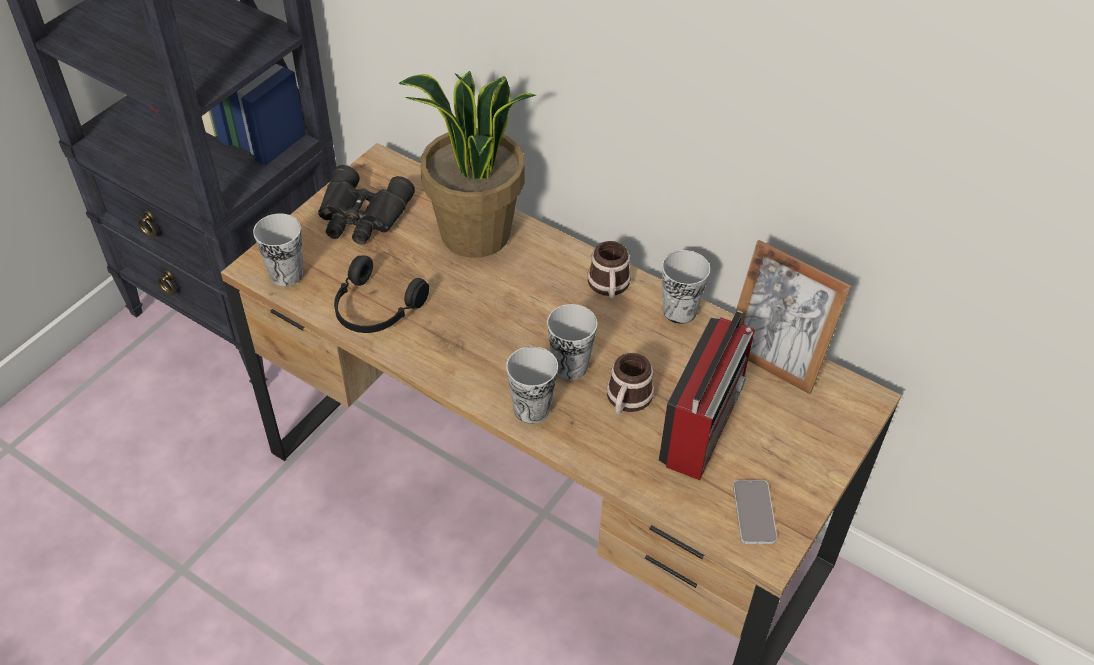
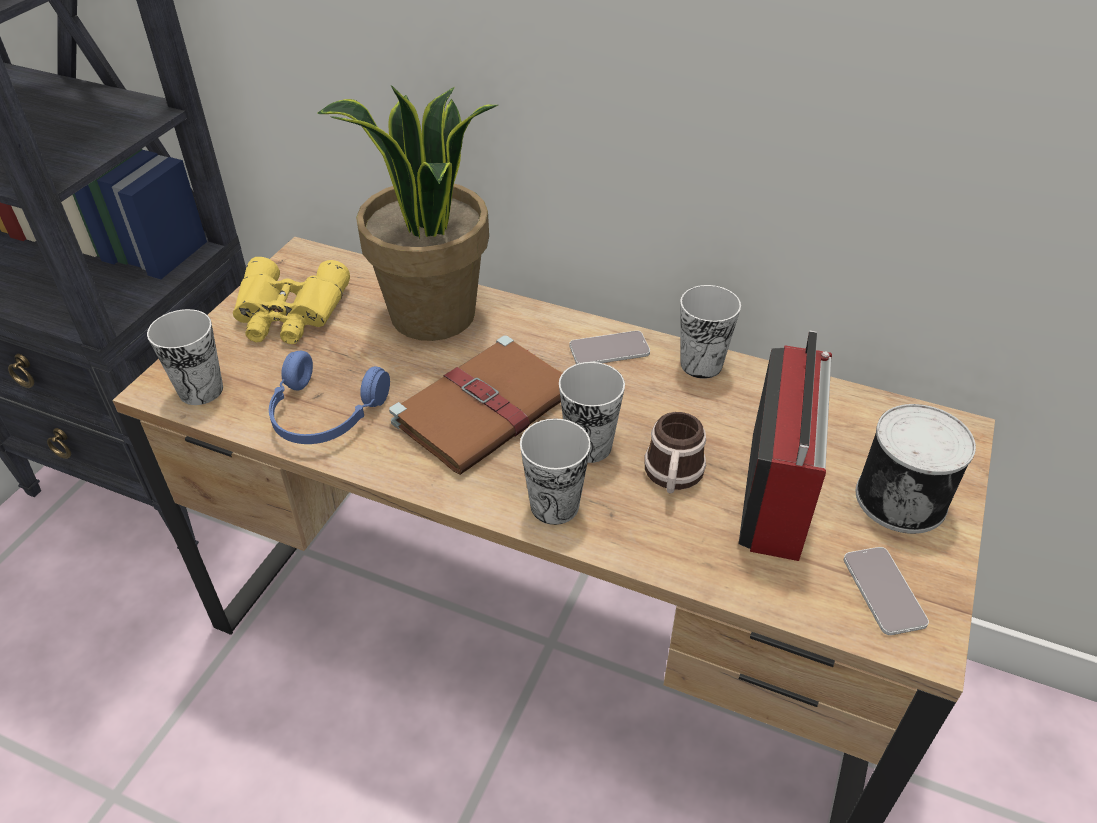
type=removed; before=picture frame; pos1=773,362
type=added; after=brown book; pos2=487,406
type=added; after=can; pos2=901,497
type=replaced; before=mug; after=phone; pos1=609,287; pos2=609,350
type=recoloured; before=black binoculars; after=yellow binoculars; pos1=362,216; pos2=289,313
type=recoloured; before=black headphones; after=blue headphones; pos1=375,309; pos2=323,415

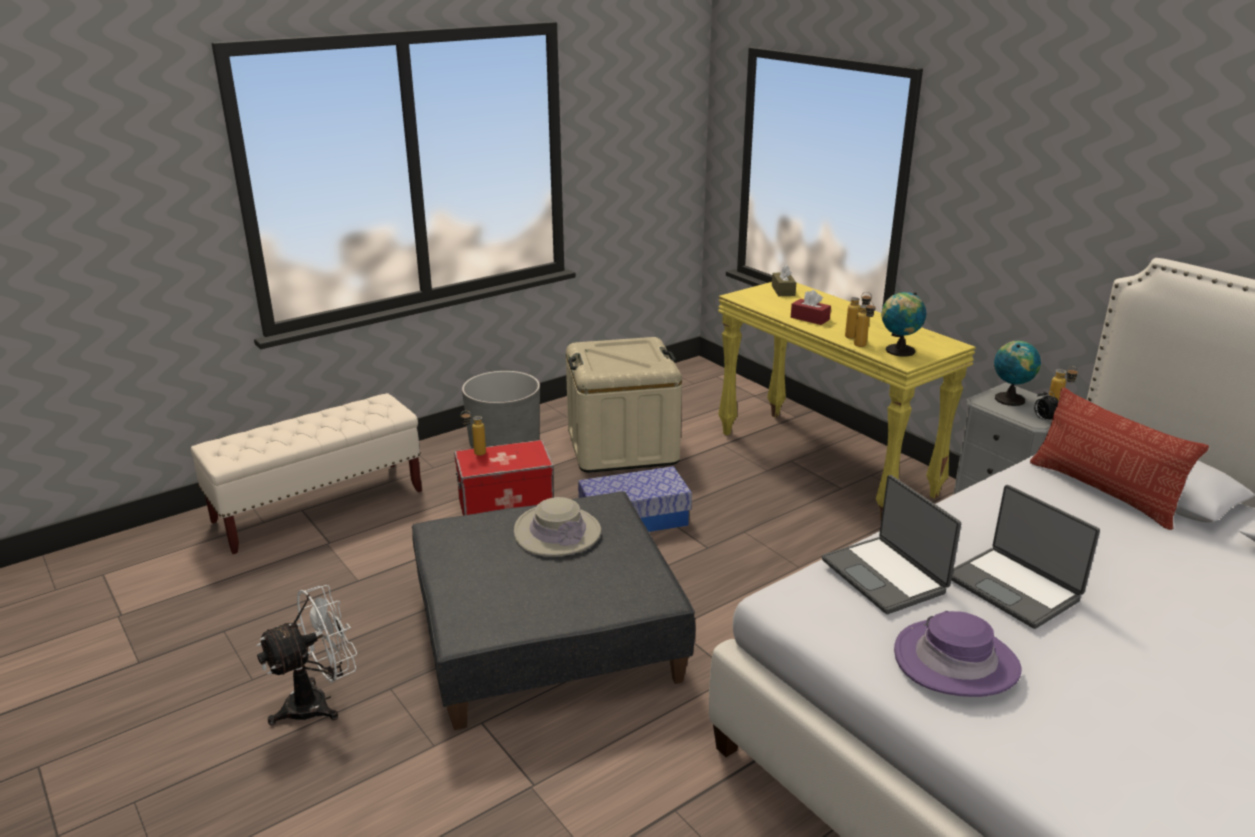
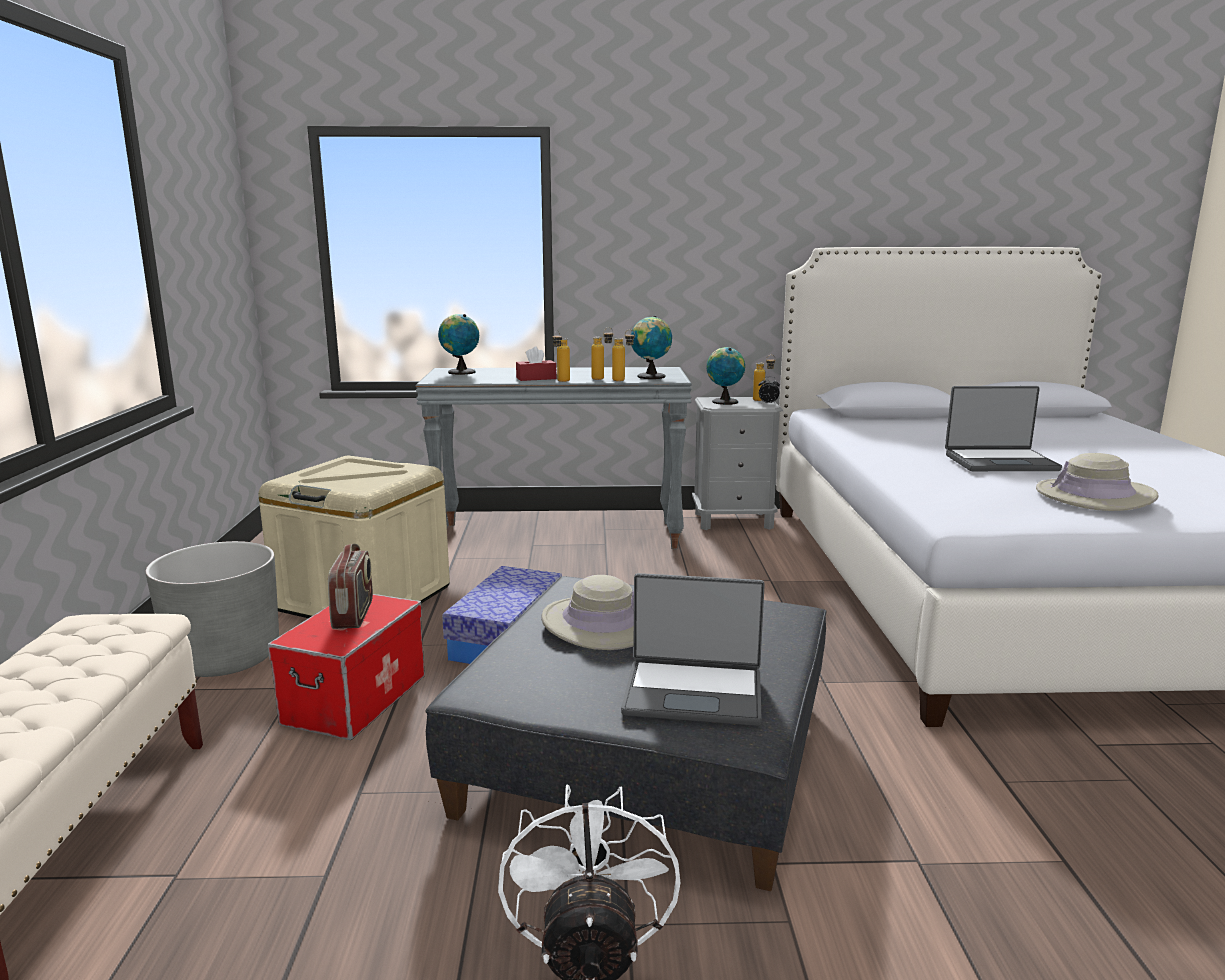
type=removed; before=pillow; pos1=1103,491
type=added; after=radio; pos2=354,614
type=moved; before=bottle; pos1=475,453; pos2=561,381
type=moved; before=laptop; pos1=885,575; pos2=693,693
type=replaced; before=brown tissue box; after=globe; pos1=783,291; pos2=460,372
type=recoloured; before=yellow console table; after=grey console table; pos1=826,463; pos2=559,535
type=recoloured; before=purple hat; after=beige hat; pos1=956,661; pos2=1094,496

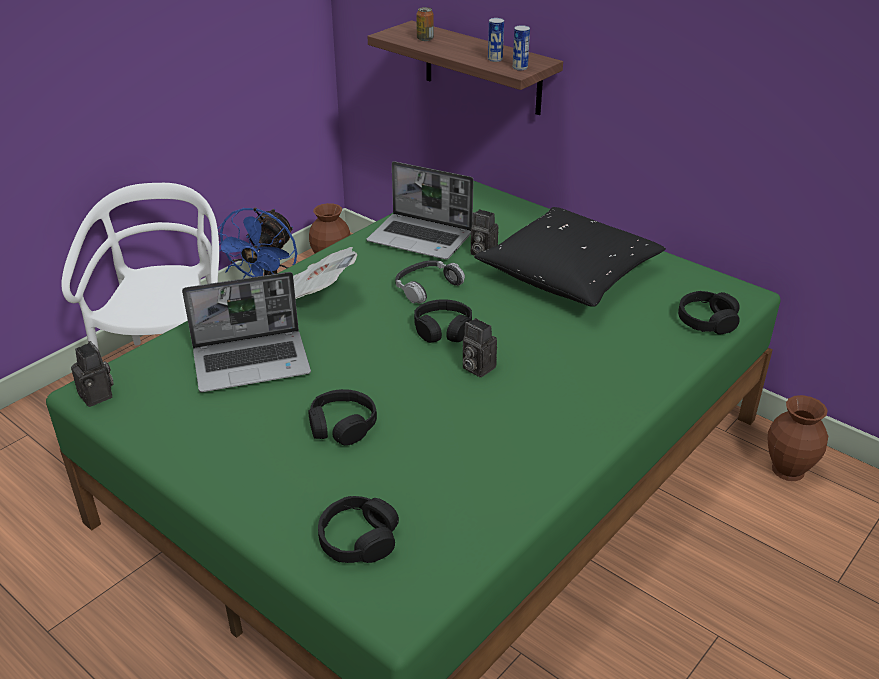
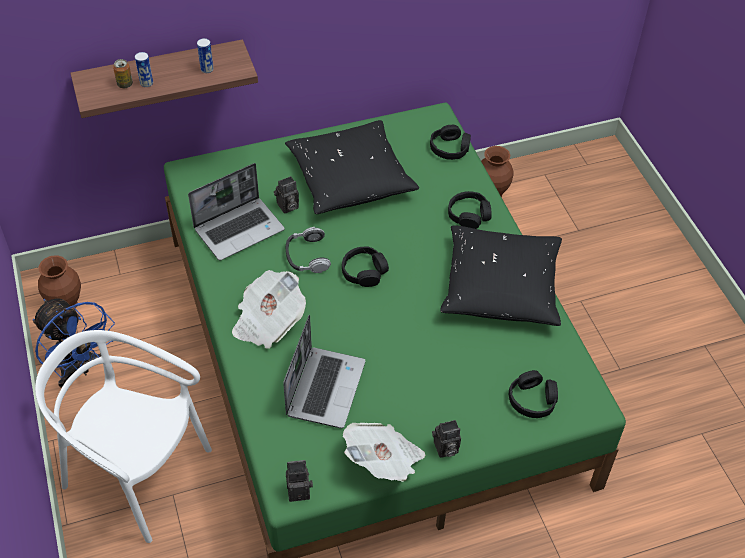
type=added; after=newspaper; pos2=384,461
type=added; after=black pillow; pos2=501,286
type=moved; before=black headphones; pos1=342,425; pos2=469,215
type=moved; before=photo camera; pos1=476,367; pos2=445,449
type=moved; before=can; pos1=520,68; pos2=146,83

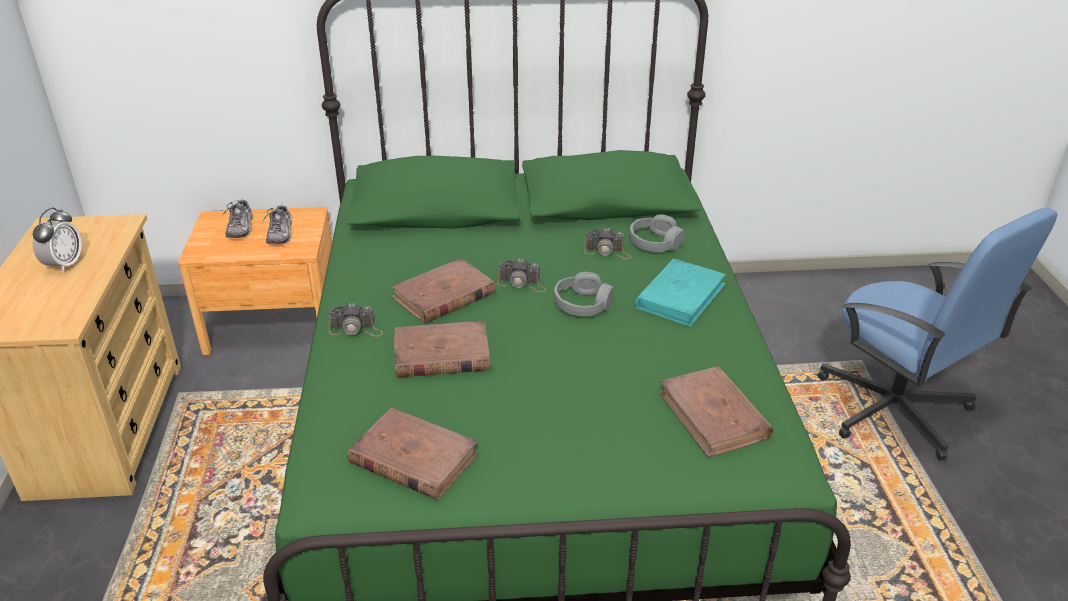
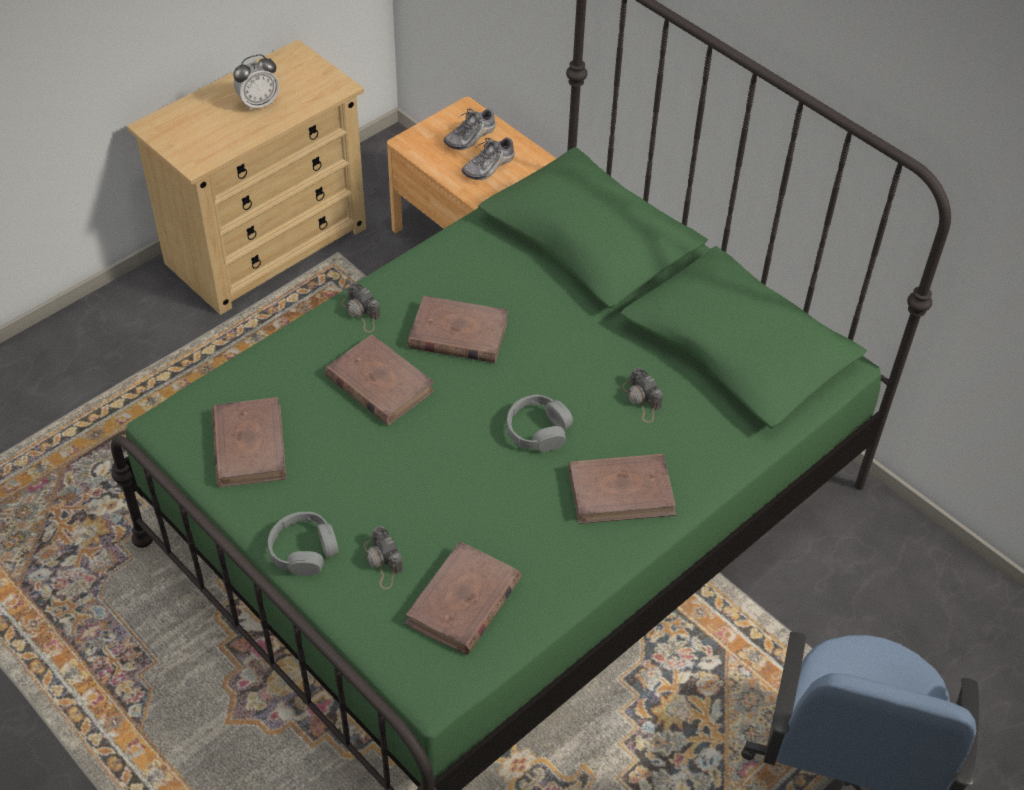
type=moved; before=photo camera; pos1=522,283; pos2=383,562
type=moved; before=grey headphones; pos1=655,242; pos2=304,550
type=recoloured; before=turquoise book; after=brown book; pos1=680,296; pos2=621,492

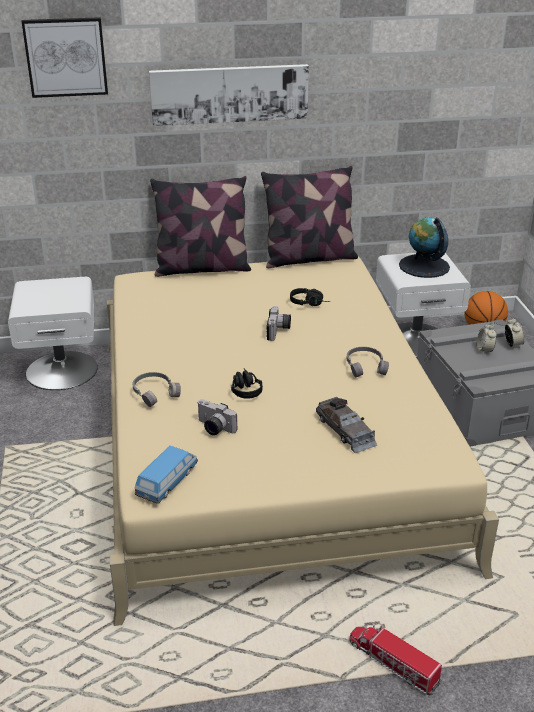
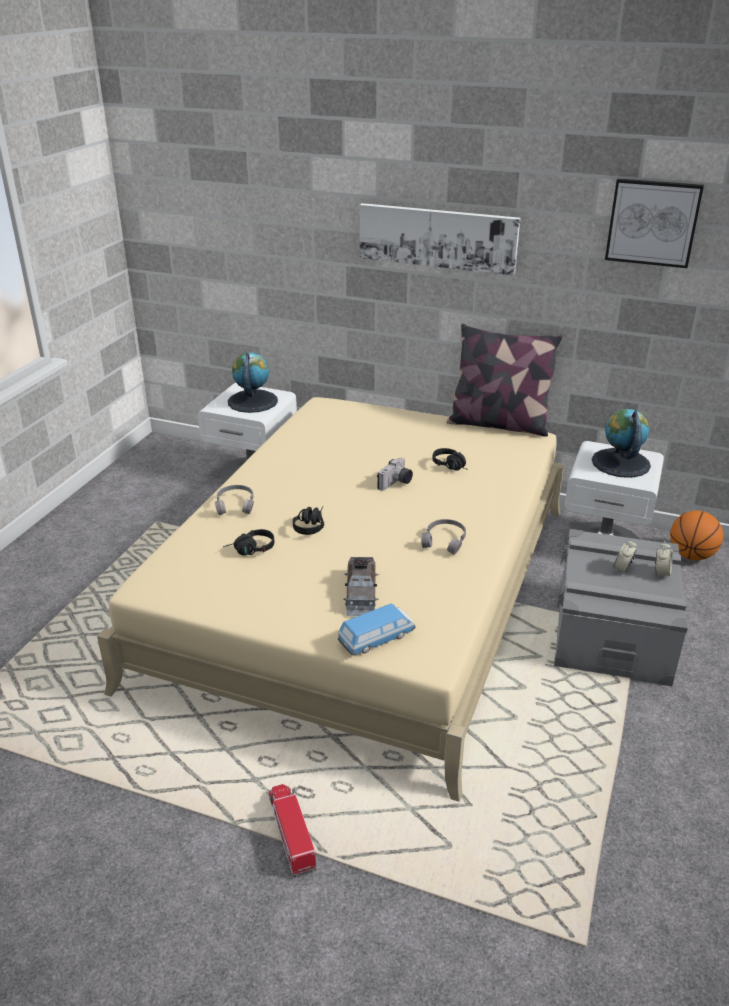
type=removed; before=pillow; pos1=202,268
type=added; after=globe; pos2=252,401
type=moved; before=picture; pos1=66,57; pos2=652,222
type=moved; before=toy car; pos1=167,482; pos2=377,639
type=replaced; before=photo camera; after=black headphones; pos1=213,428; pos2=250,550

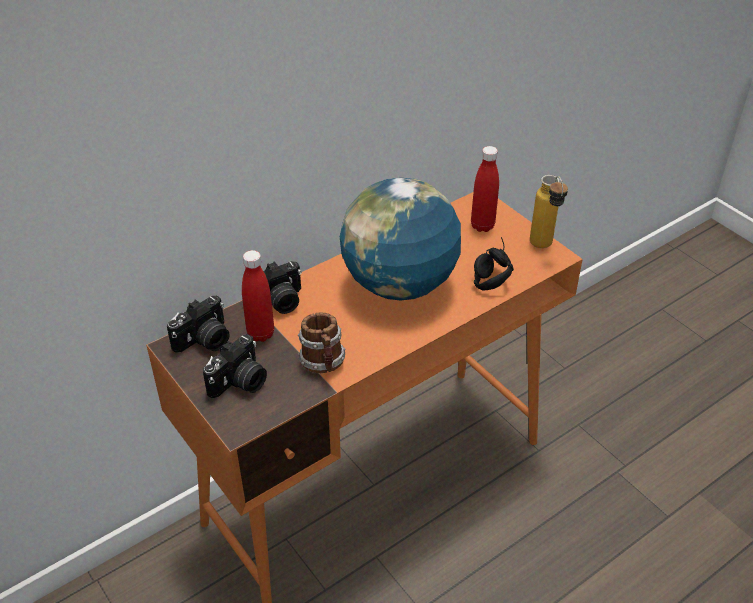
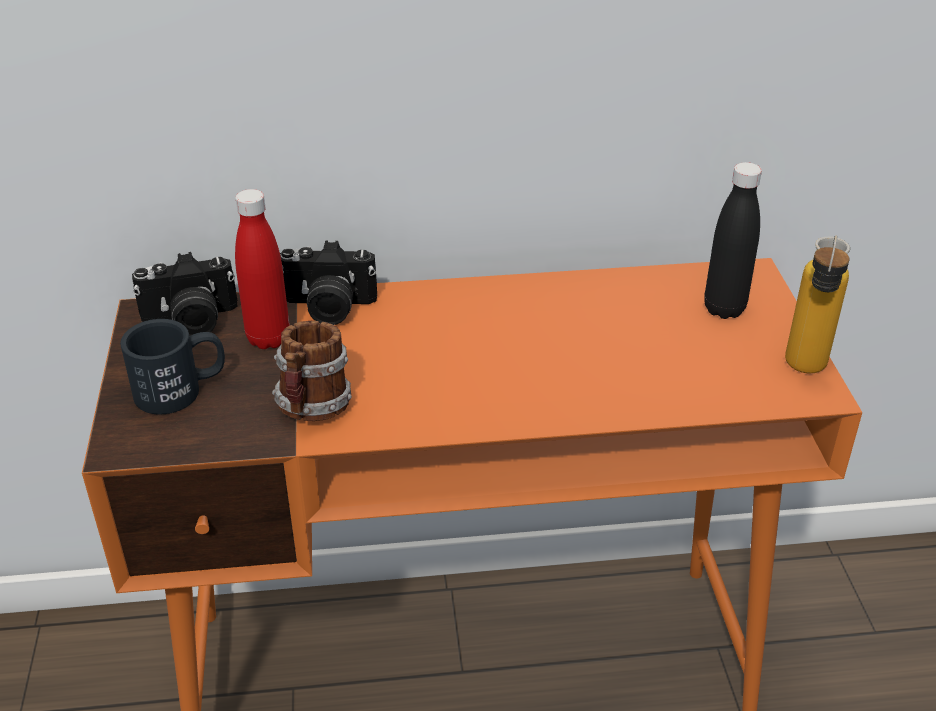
type=removed; before=globe; pos1=399,284
type=removed; before=black headphones; pos1=489,269
type=replaced; before=photo camera; after=black mug; pos1=240,383; pos2=181,389
type=recoloured; before=red bottle; after=black bottle; pos1=482,226; pos2=724,309

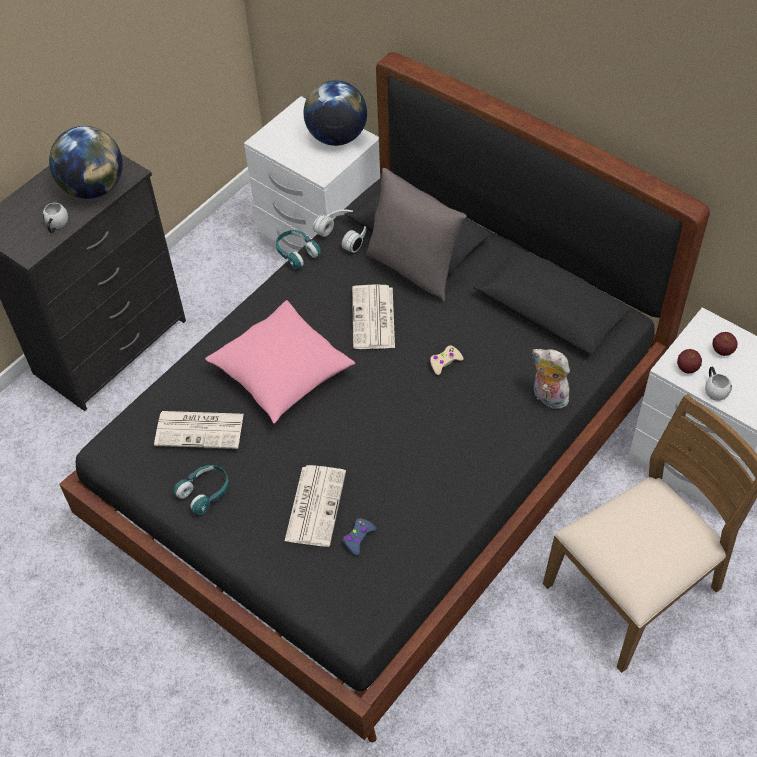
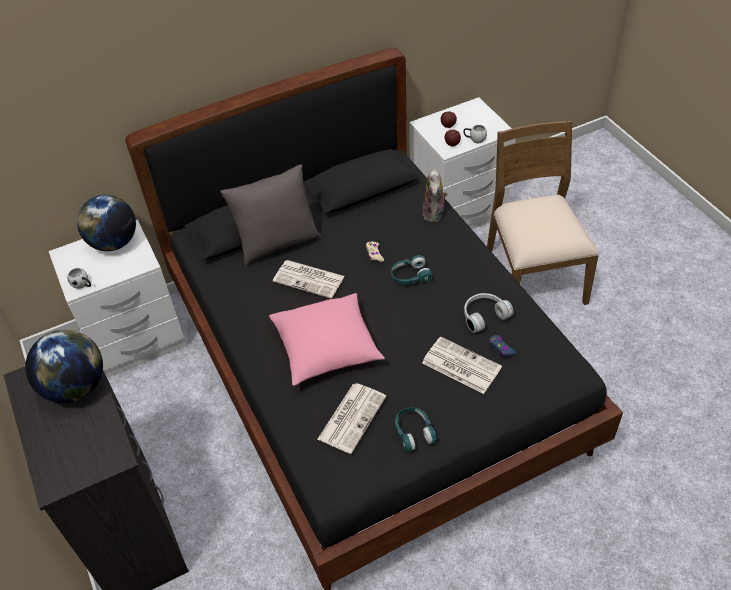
type=moved; before=white mug; pos1=56,226; pos2=83,285
type=moved; before=turquoise headphones; pos1=297,253; pos2=410,276
type=moved; before=white headphones; pos1=345,234; pos2=483,315
type=turned; before=plush toy; pos1=547,397; pos2=434,214; turn=-60

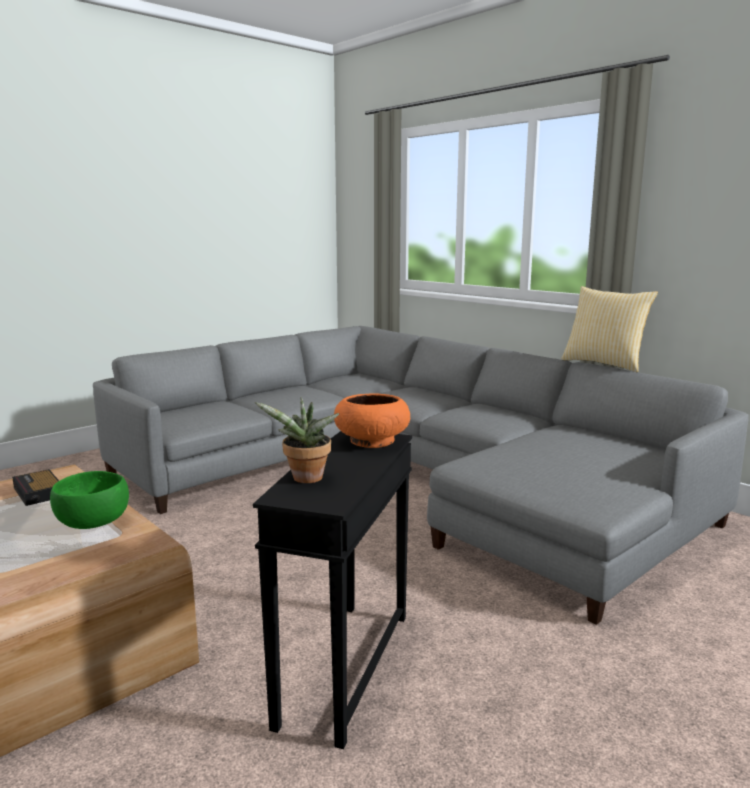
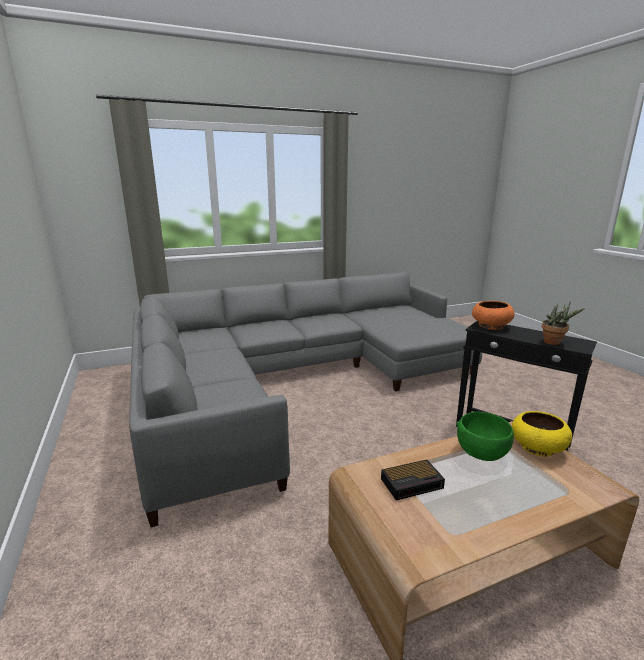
type=removed; before=pillow; pos1=604,364
type=added; after=yellow bowl; pos2=536,447

